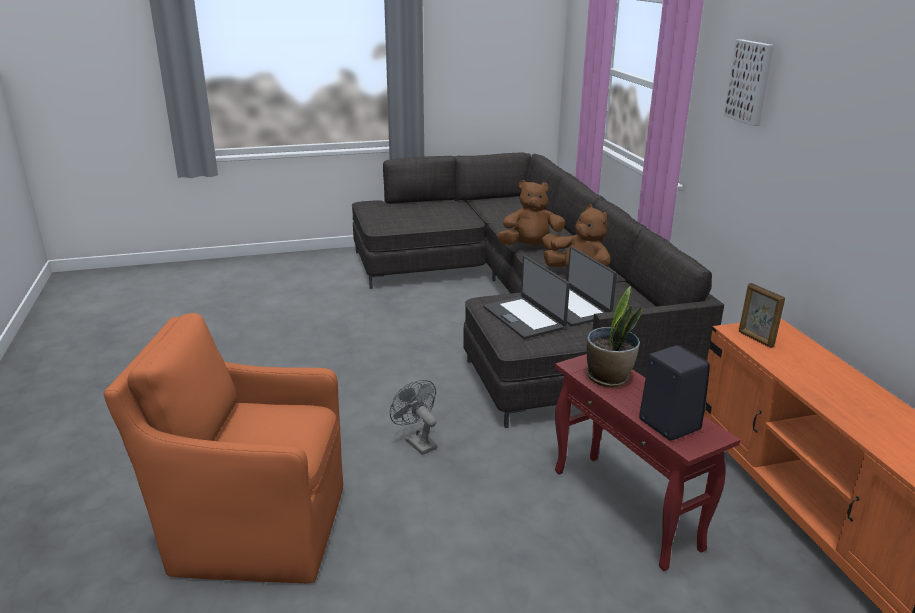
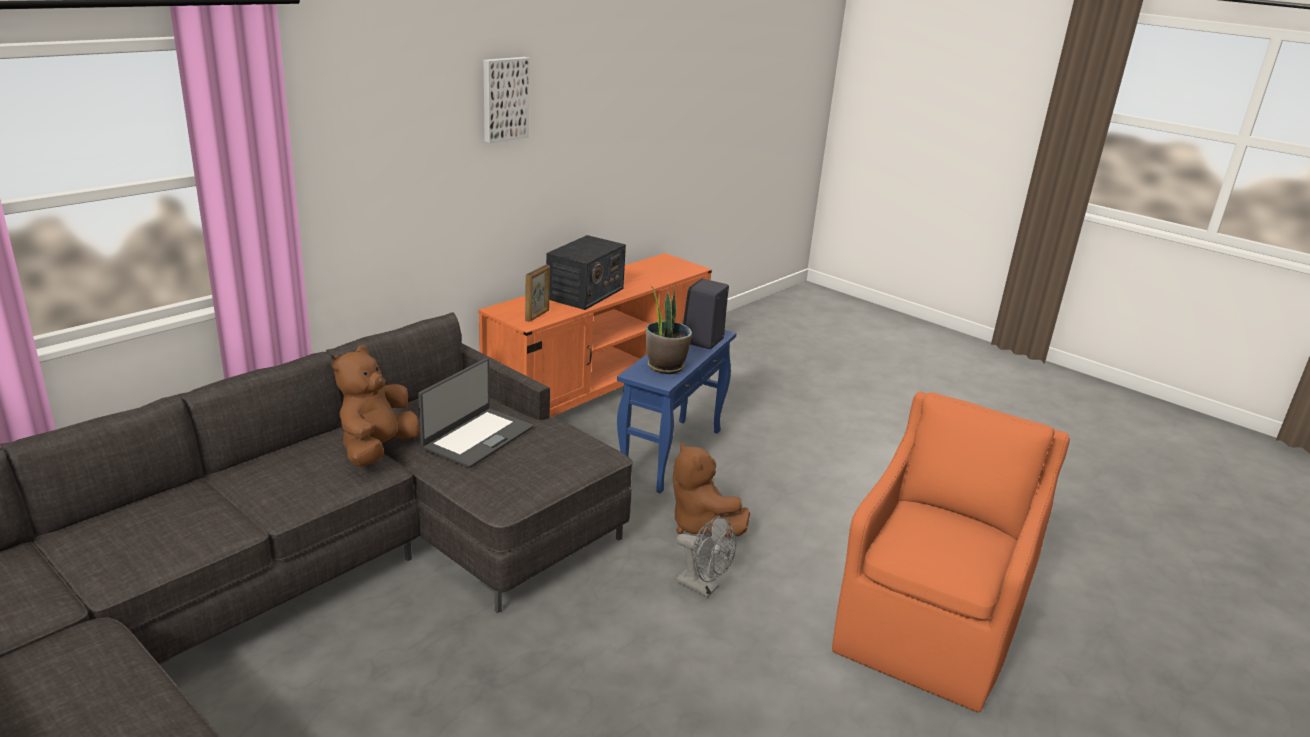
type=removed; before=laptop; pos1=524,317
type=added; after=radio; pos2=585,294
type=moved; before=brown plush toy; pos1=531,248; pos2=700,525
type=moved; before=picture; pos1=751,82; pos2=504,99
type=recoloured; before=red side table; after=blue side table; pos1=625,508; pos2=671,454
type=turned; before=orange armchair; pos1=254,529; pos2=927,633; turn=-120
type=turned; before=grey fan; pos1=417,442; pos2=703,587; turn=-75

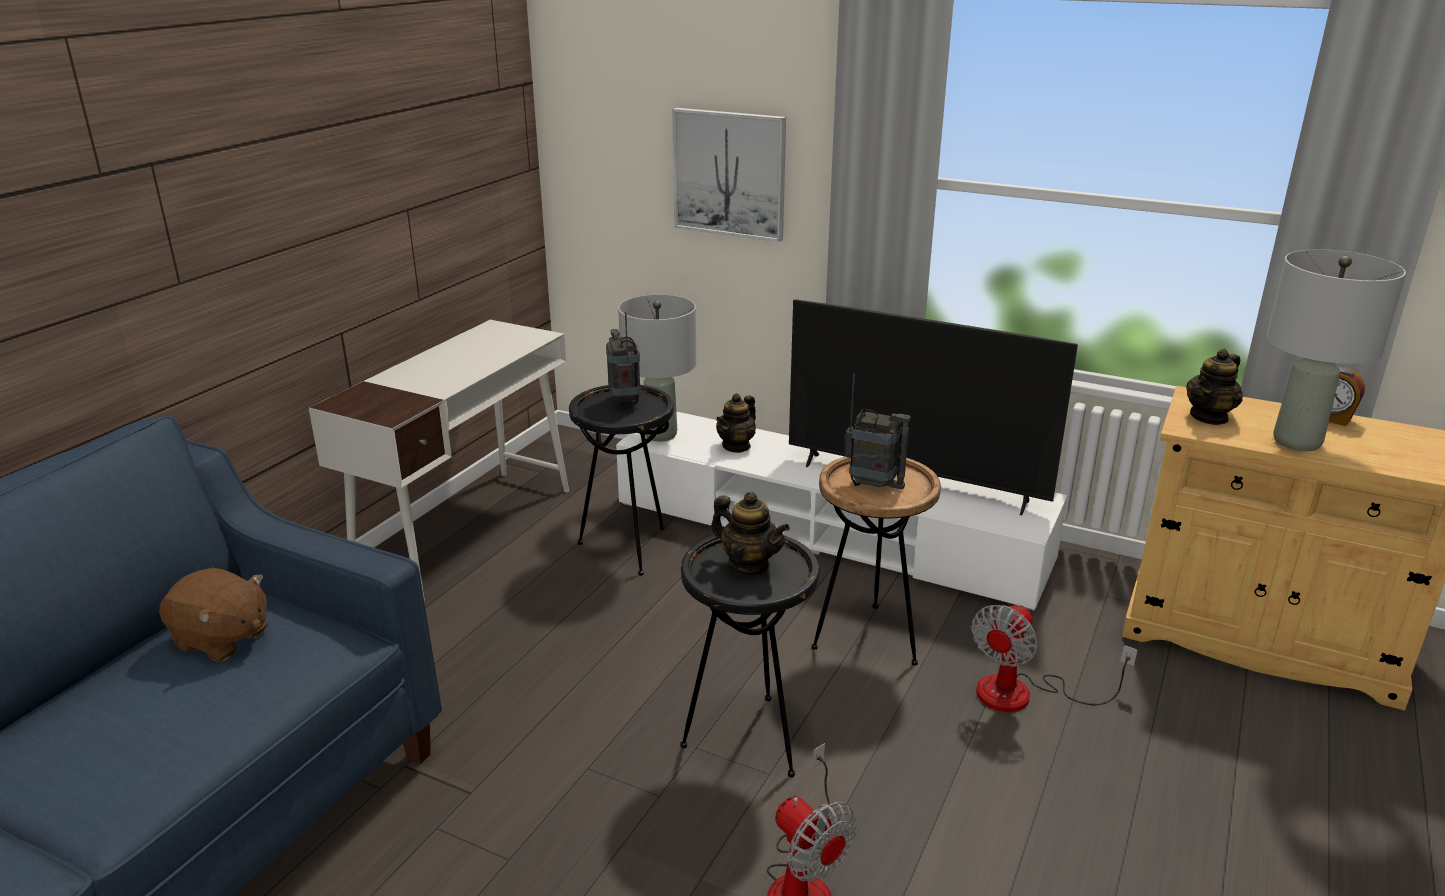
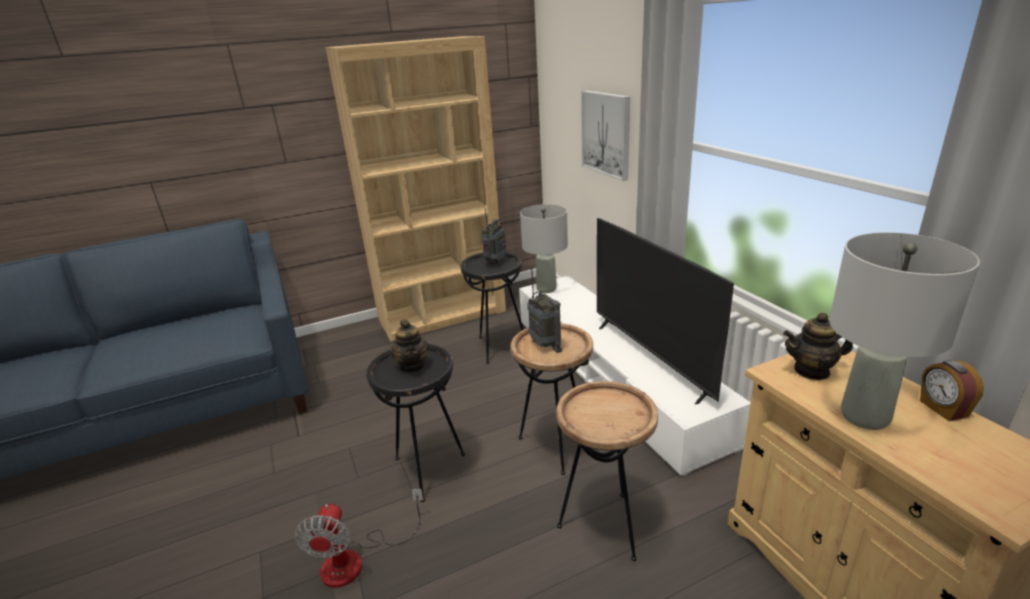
type=removed; before=brown plush toy; pos1=222,640
type=removed; before=teapot; pos1=736,446
type=replaced; before=white desk; after=brown bookcase; pos1=467,530; pos2=443,315
type=replaced; before=fan; after=brown side table; pos1=1023,694; pos2=605,525

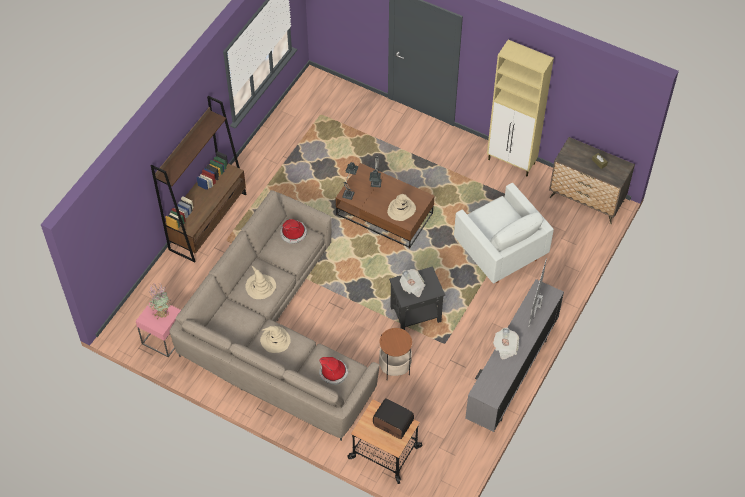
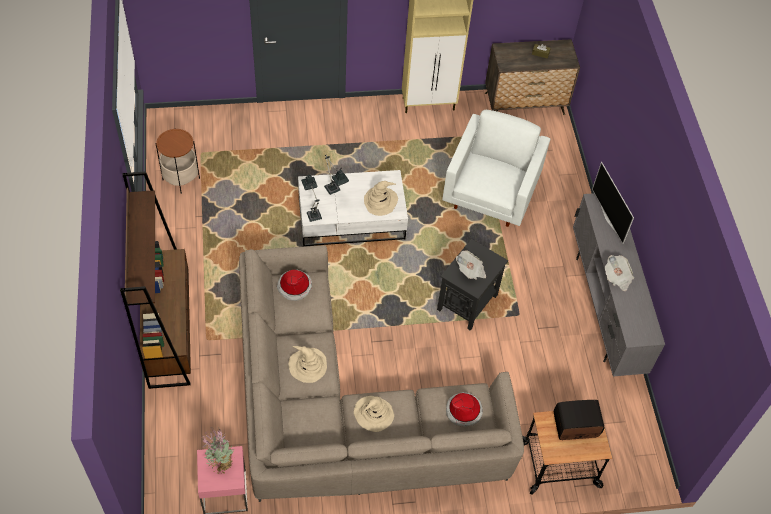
type=moved; before=side table; pos1=395,367; pos2=181,179
type=recoloured; before=brown coffee table; after=white coffee table; pos1=384,214; pos2=350,219
type=turned; before=white armchair; pos1=499,251; pos2=491,194; turn=-90

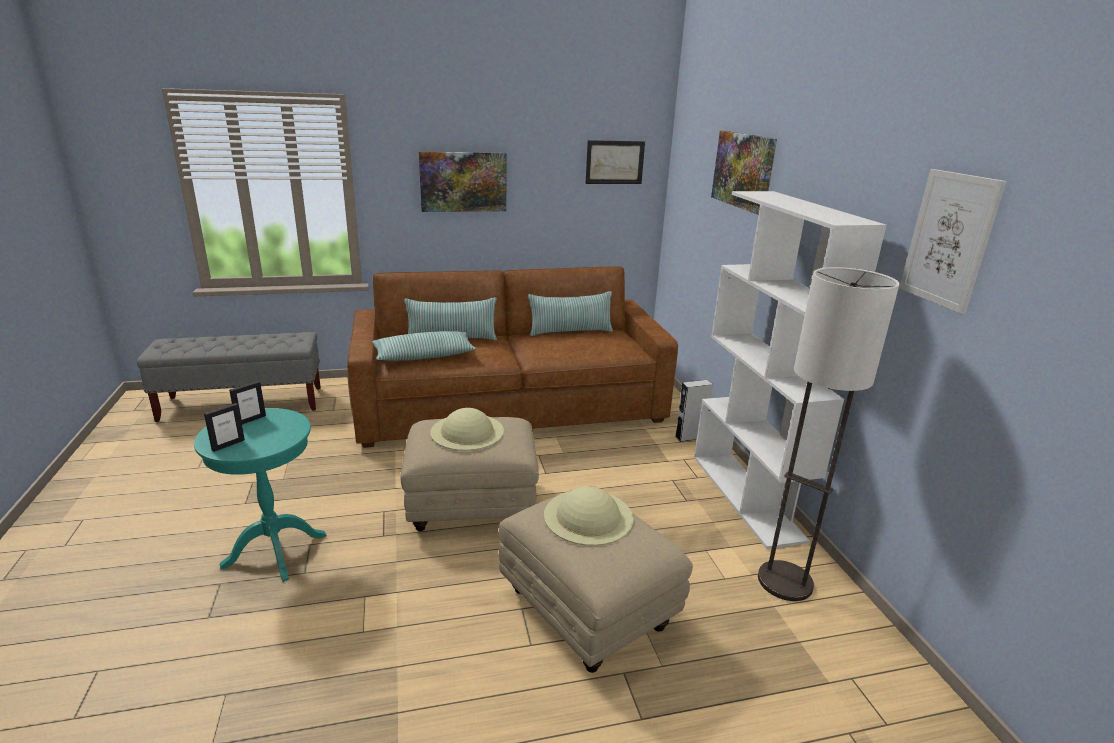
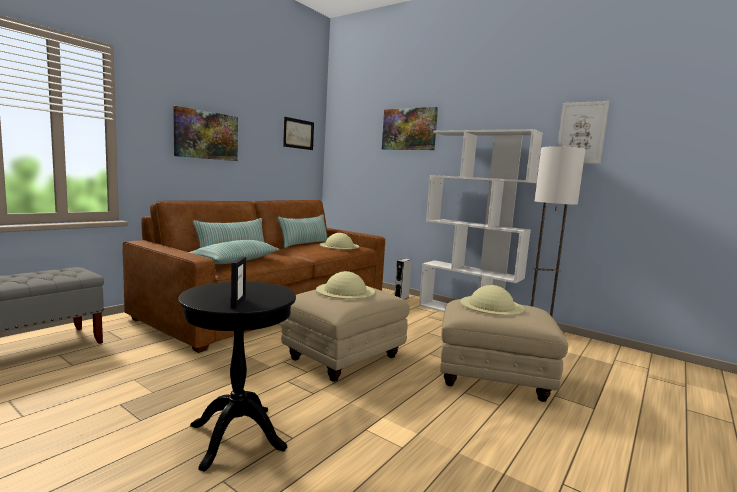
type=removed; before=picture frame; pos1=251,420
type=added; after=beige hat; pos2=339,245
type=recoloured; before=turquoise side table; after=black side table; pos1=275,550; pos2=237,436

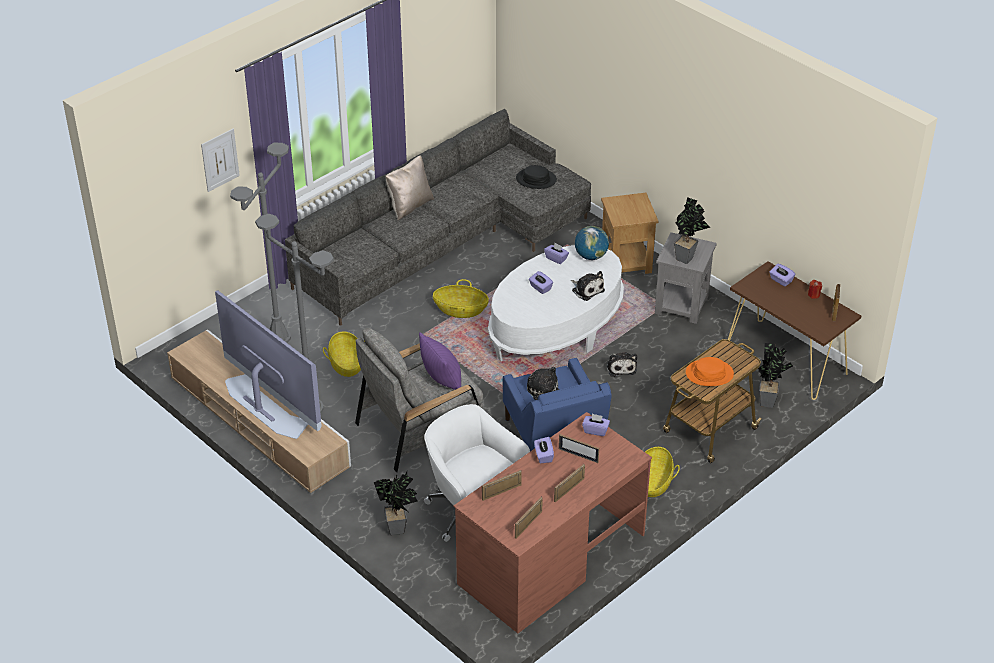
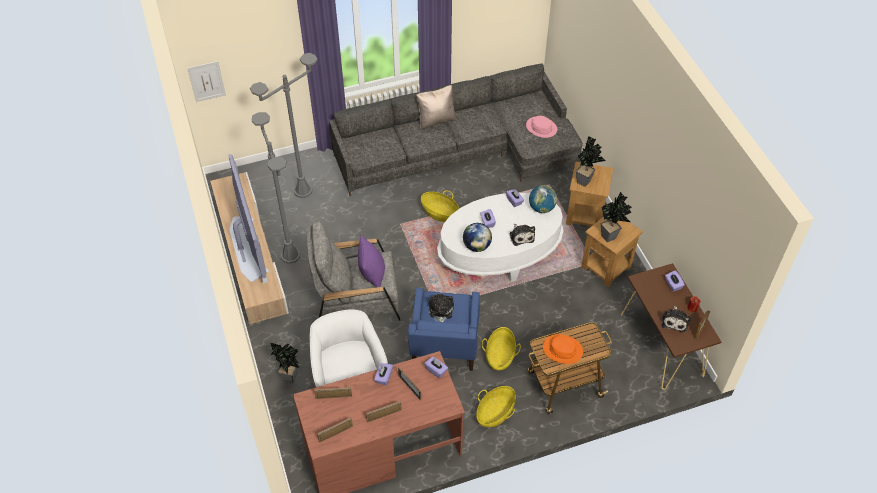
type=added; after=globe; pos2=476,246
type=moved; before=picture; pos1=220,160; pos2=206,81
type=moved; before=basket; pos1=347,364; pos2=500,355
type=moved; before=plush toy; pos1=620,367; pos2=675,321
type=moved; before=potted plant; pos1=768,400; pos2=585,180
type=recoloured; before=black hat; after=pink hat; pos1=536,179; pos2=541,127
type=recoloured; before=grey side table; after=brown side table; pos1=681,305; pos2=605,267

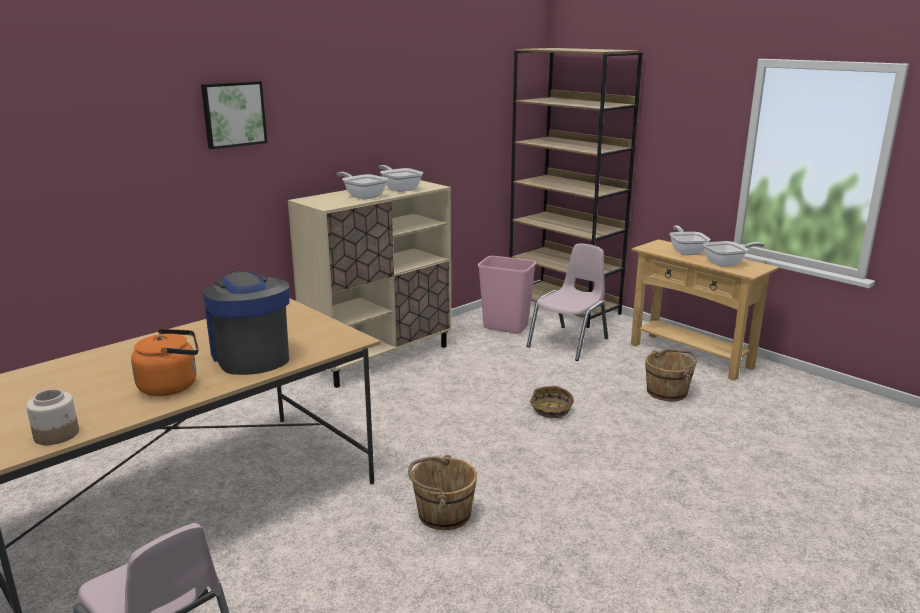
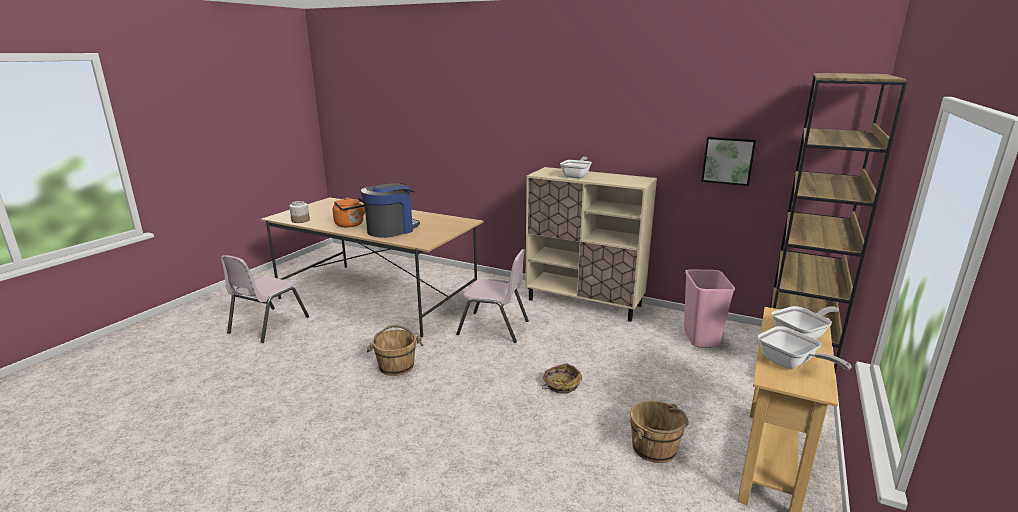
type=removed; before=frying pan; pos1=400,189
type=moved; before=picture; pos1=233,114; pos2=728,160
type=moved; before=pink chair; pos1=569,343; pos2=493,328

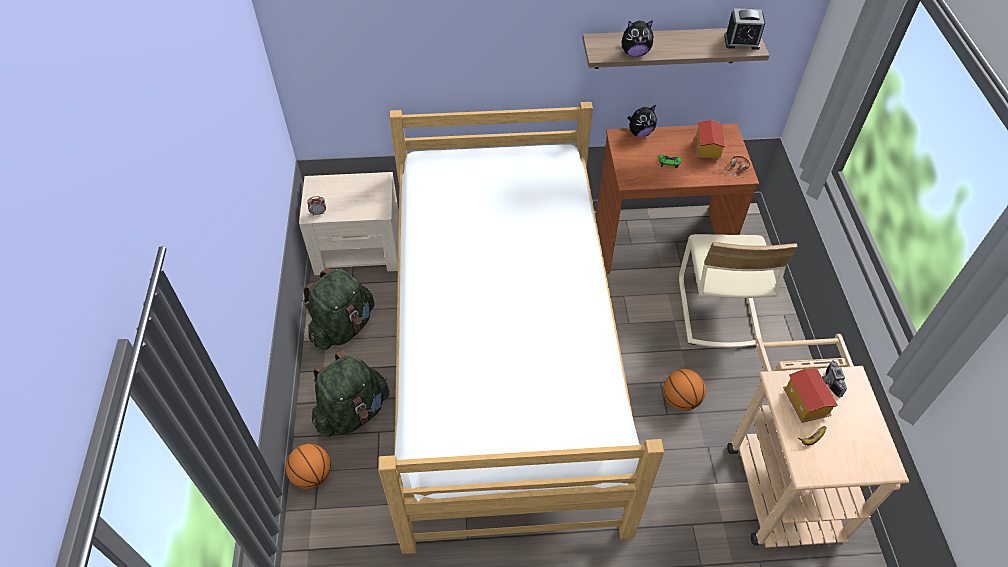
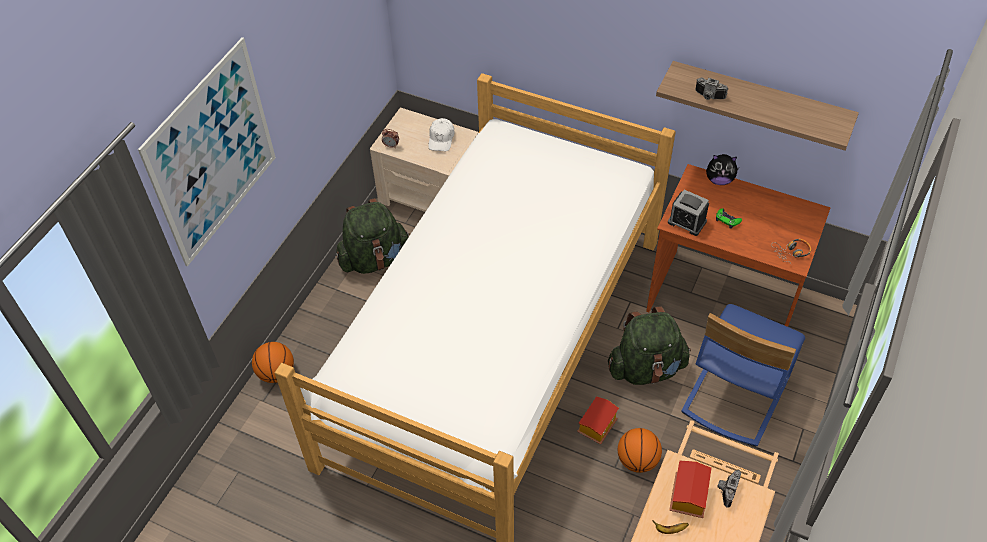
type=added; after=picture; pos2=213,153
type=added; after=white cap; pos2=441,139
type=moved; before=green backpack; pos1=353,412; pos2=646,368
type=moved; before=toy house; pos1=706,149; pos2=596,426
type=moved; before=alarm clock; pos1=741,41; pos2=687,222
type=replaced; before=plush toy; after=photo camera; pos1=635,53; pos2=708,97
type=recoloured; before=beige chair; after=blue chair; pos1=717,310; pos2=734,394

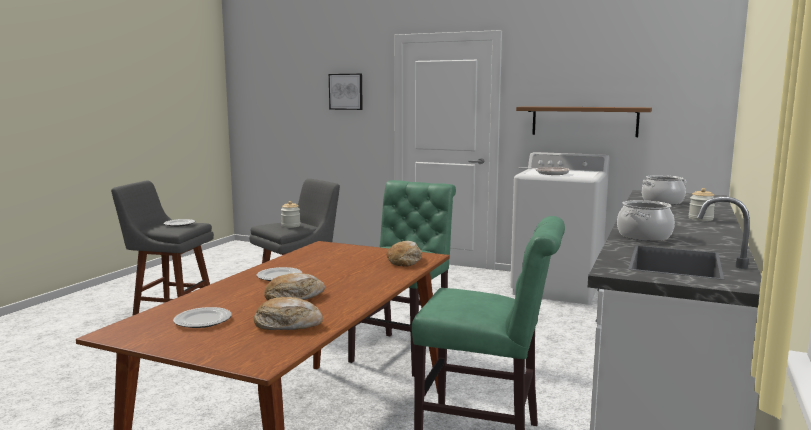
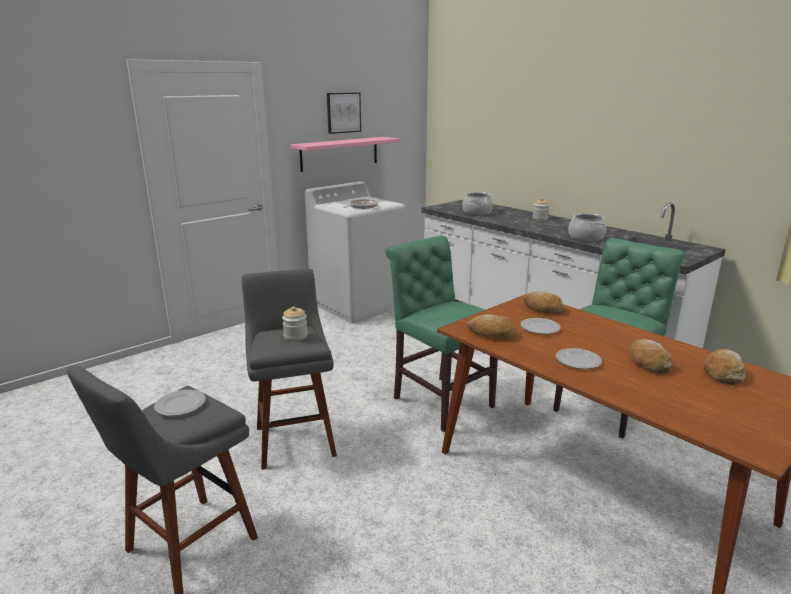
type=added; after=bread; pos2=491,334
type=moved; before=plate; pos1=203,320; pos2=540,328
type=moved; before=picture; pos1=346,91; pos2=343,112
type=recoloured; before=brown shelf; after=pink shelf; pos1=584,121; pos2=339,153

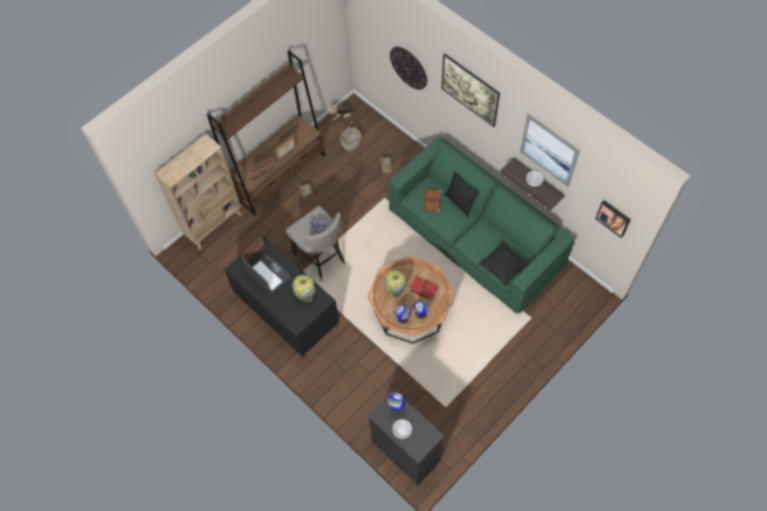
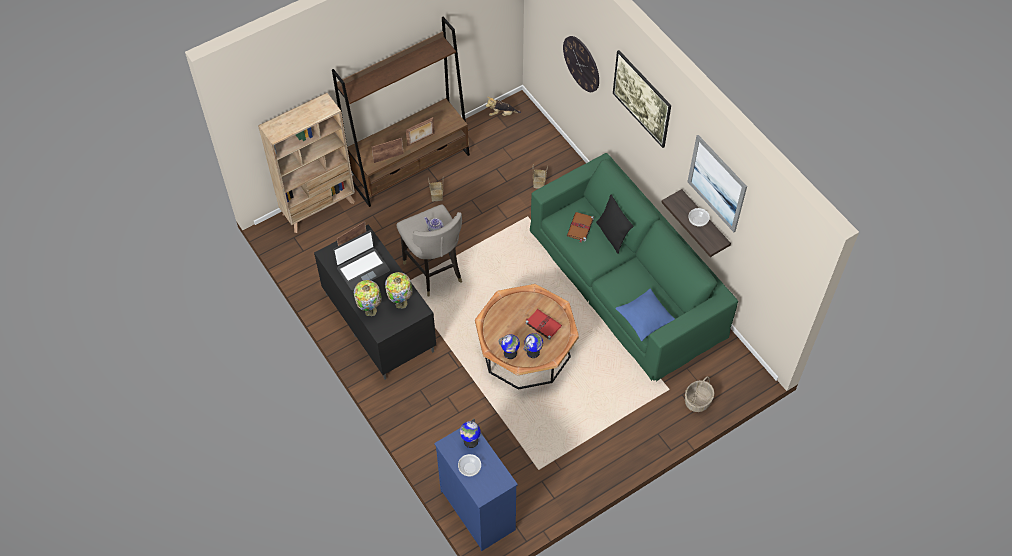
type=removed; before=picture; pos1=613,217
type=moved; before=basket; pos1=351,143; pos2=697,401
type=moved; before=table lamp; pos1=396,292; pos2=370,310
type=recoloured; before=black dresser; after=blue dresser; pos1=405,451; pos2=477,509
type=recoloured; before=black pillow; after=blue pillow; pos1=503,266; pos2=645,318
type=turned; before=laptop; pos1=268,275; pos2=362,269; turn=90

